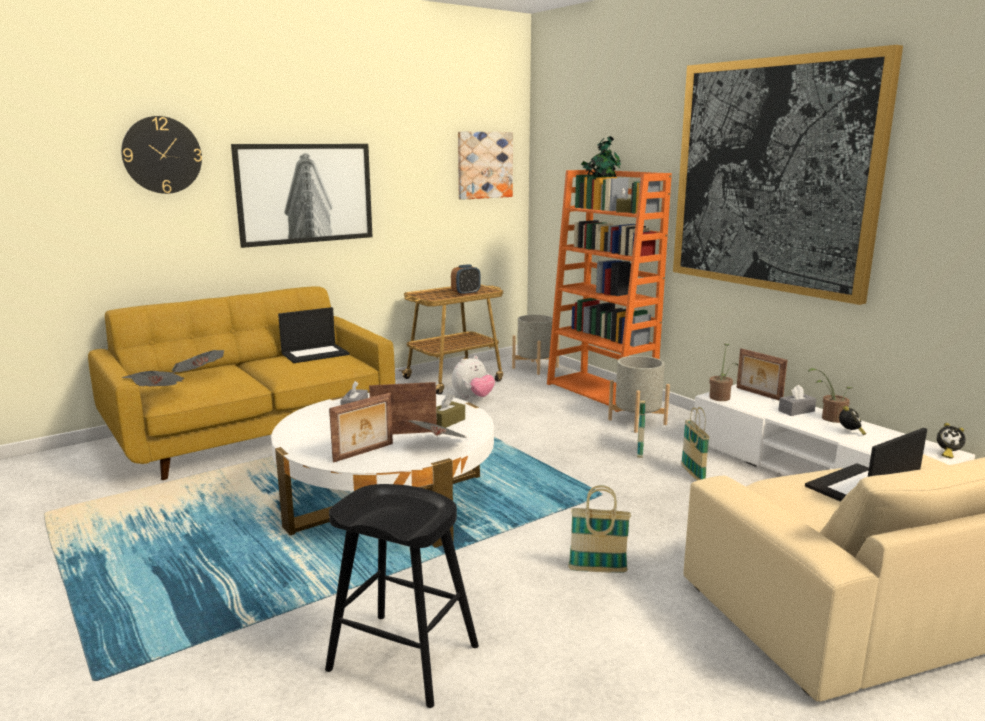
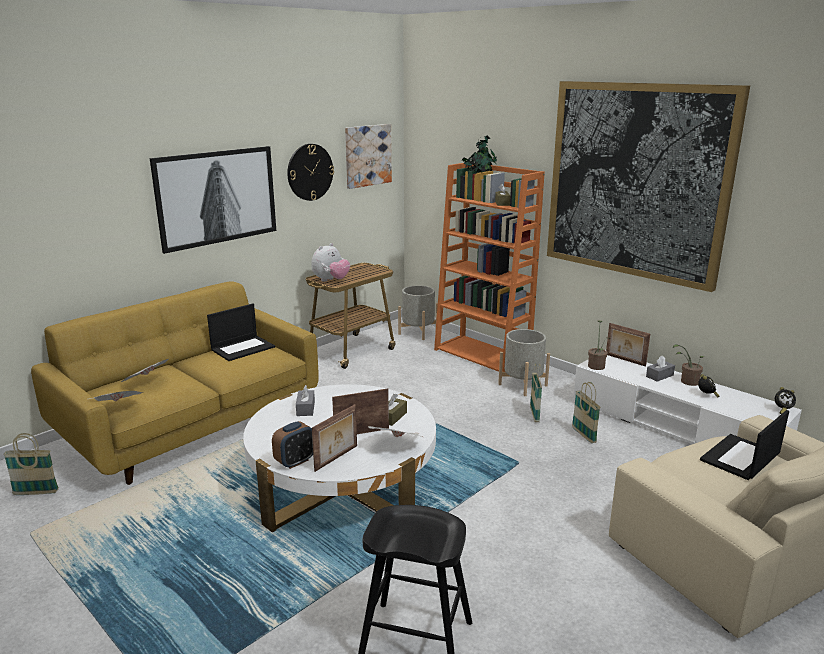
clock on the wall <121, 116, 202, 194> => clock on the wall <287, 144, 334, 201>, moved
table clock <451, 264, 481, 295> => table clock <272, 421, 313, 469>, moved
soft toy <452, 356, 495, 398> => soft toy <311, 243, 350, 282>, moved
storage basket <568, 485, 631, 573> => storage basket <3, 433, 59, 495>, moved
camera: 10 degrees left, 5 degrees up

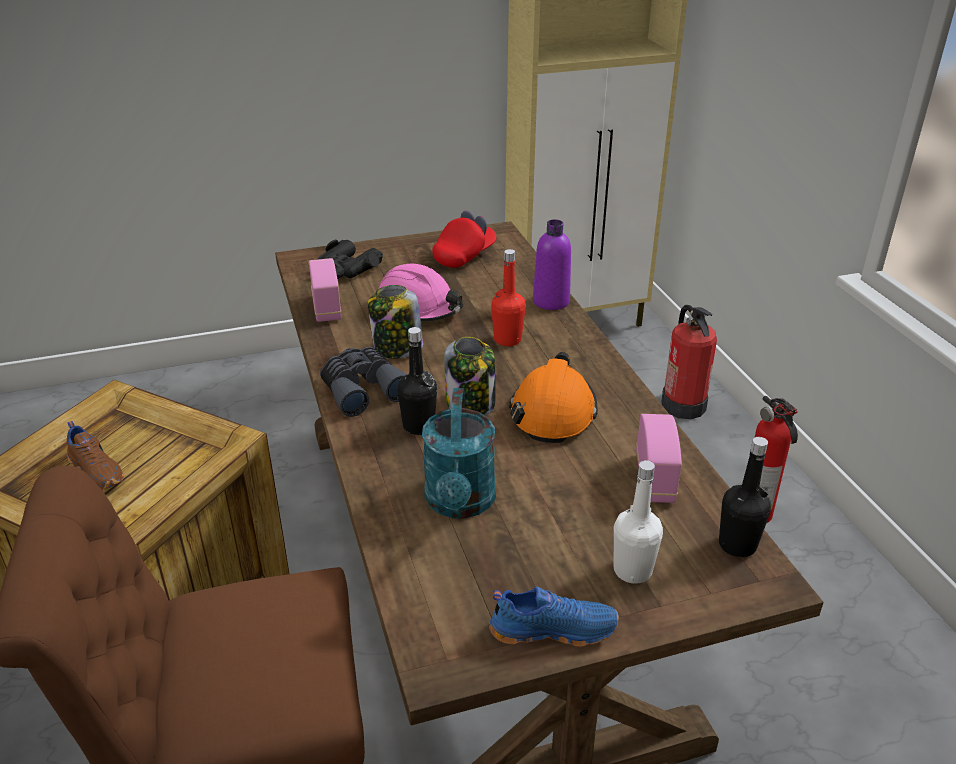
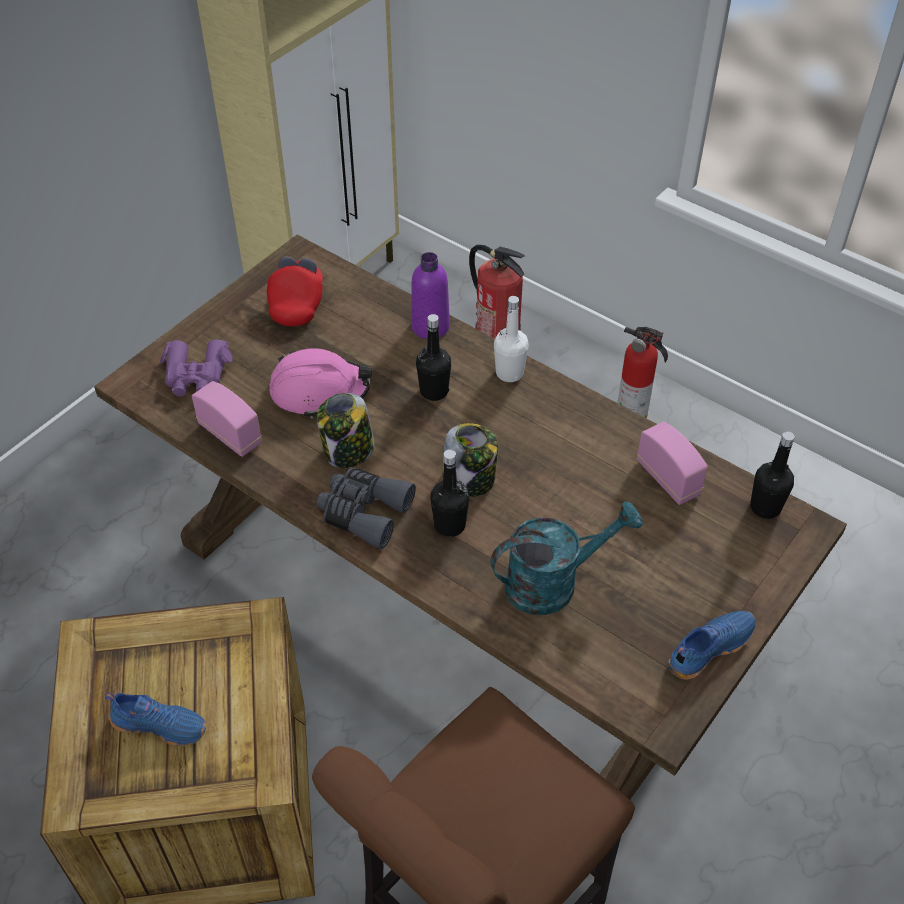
work helmet/orange-coloured <509, 352, 598, 443> => nothing
beverage bottle/white <614, 460, 663, 584> => beverage bottle/white <494, 296, 529, 382>, moved
item of footwear/brownish <67, 421, 124, 491> => item of footwear/bluish <105, 693, 206, 746>
pair of binoculars/black-coloured <317, 240, 383, 279> => pair of binoculars/purple <160, 340, 233, 396>
beverage bottle/red <491, 249, 526, 346> => beverage bottle/black-coloured <416, 314, 451, 401>
watering pot/blue-green <422, 388, 496, 519> => watering pot/blue-green <490, 501, 643, 615>, 75 degrees counterclockwise
camera: 35 degrees left, 15 degrees up

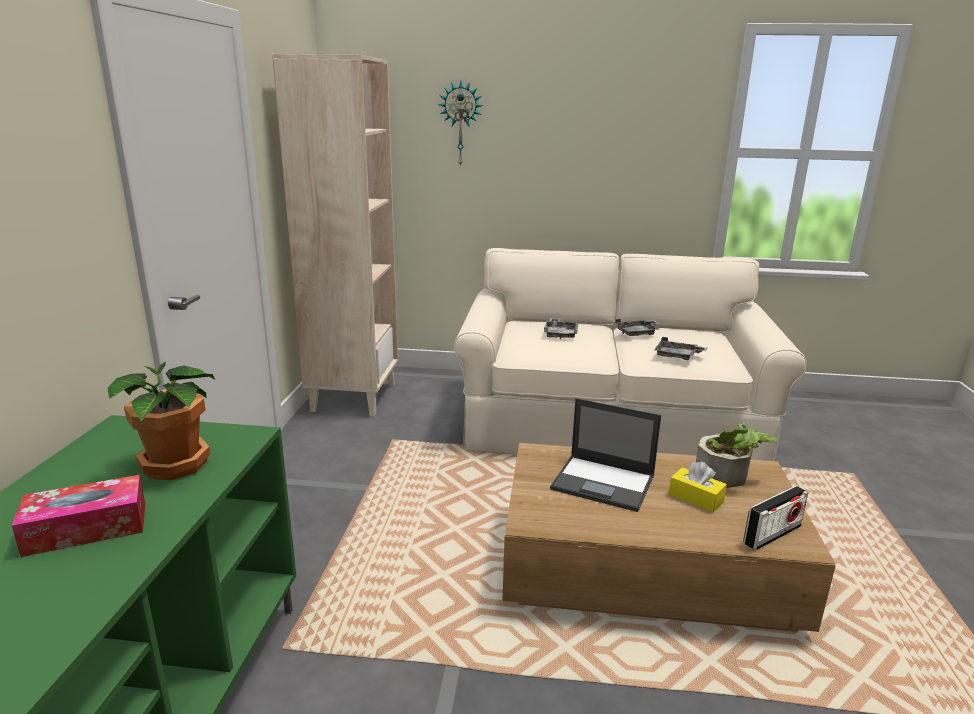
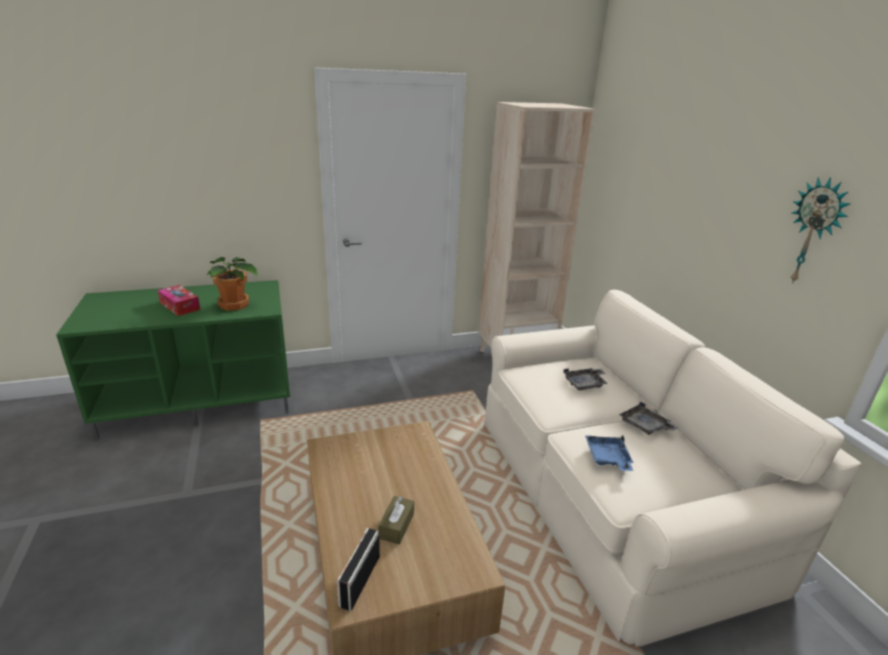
portable computer <550, 398, 661, 512> => nothing
houseplant <696, 422, 778, 488> => nothing
clock on the wall <438, 81, 484, 167> => clock on the wall <790, 177, 851, 284>, moved
carrying tray/gray <654, 337, 708, 360> => carrying tray/bluish <585, 435, 634, 471>
box of tissues/yellowish <669, 462, 727, 512> => box of tissues/brownish <378, 496, 414, 544>
radio set <743, 486, 808, 550> => radio set <337, 528, 380, 611>, 75 degrees clockwise
camera: 65 degrees right, 5 degrees up

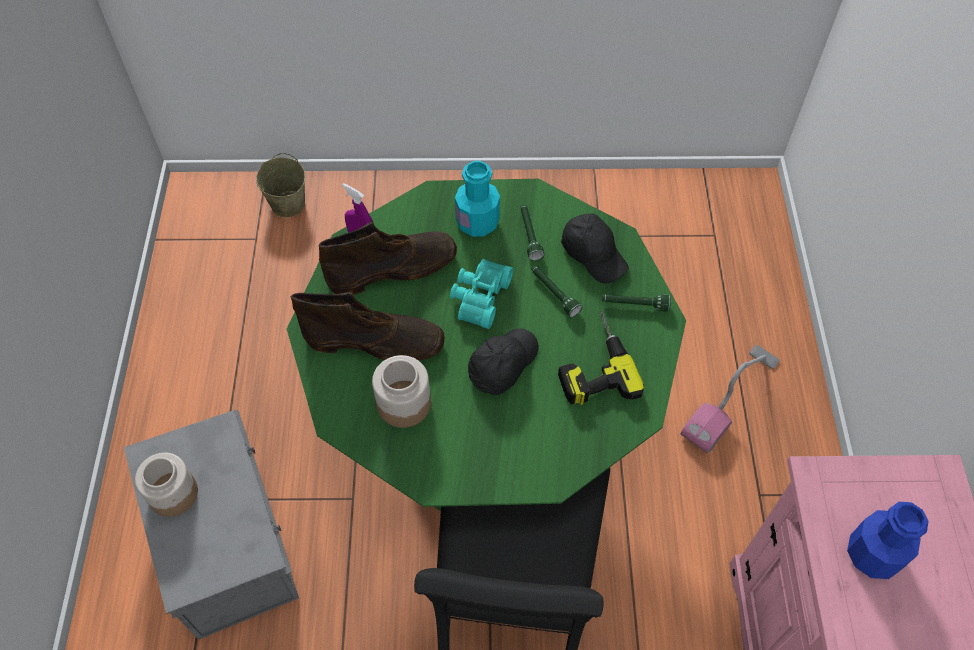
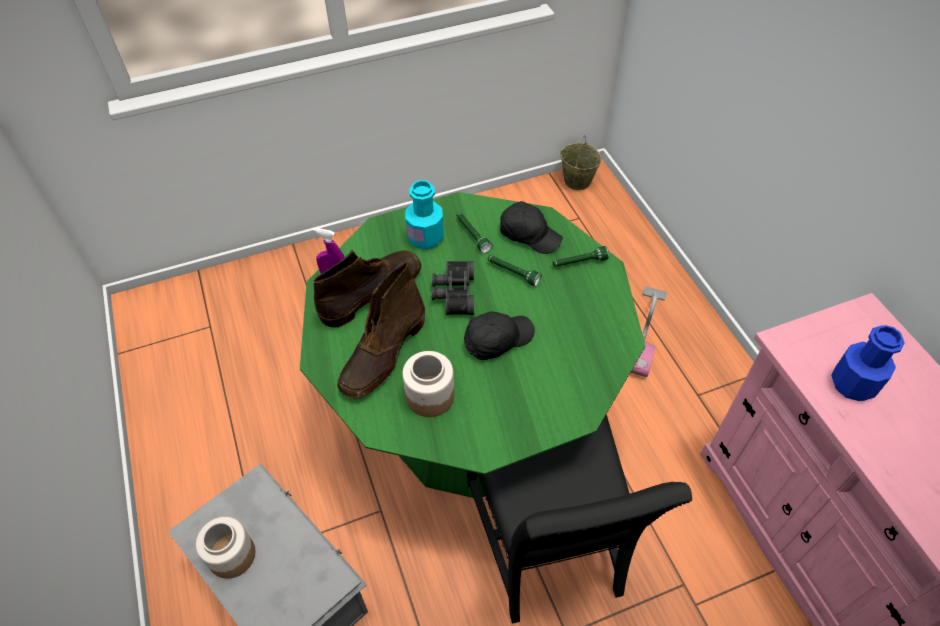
power drill <558, 310, 644, 405> => nothing
water bucket/sand-coloured <256, 153, 306, 217> => water bucket/sand-coloured <560, 135, 601, 190>, moved
pair of binoculars/blue-green <450, 259, 513, 329> => pair of binoculars/black-coloured <432, 261, 474, 315>
high-top boot/brownish <290, 291, 445, 361> => high-top boot/brownish <337, 261, 425, 399>, 135 degrees clockwise
peaked cap/black-coloured <468, 328, 539, 395> => peaked cap/black-coloured <464, 311, 535, 360>, 45 degrees clockwise
camera: 20 degrees left, 5 degrees down

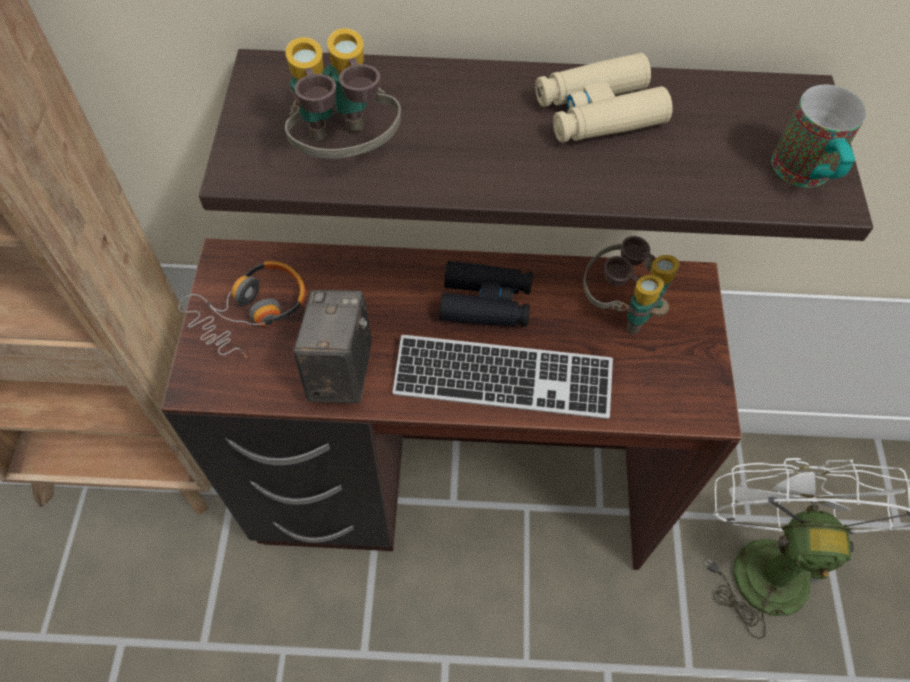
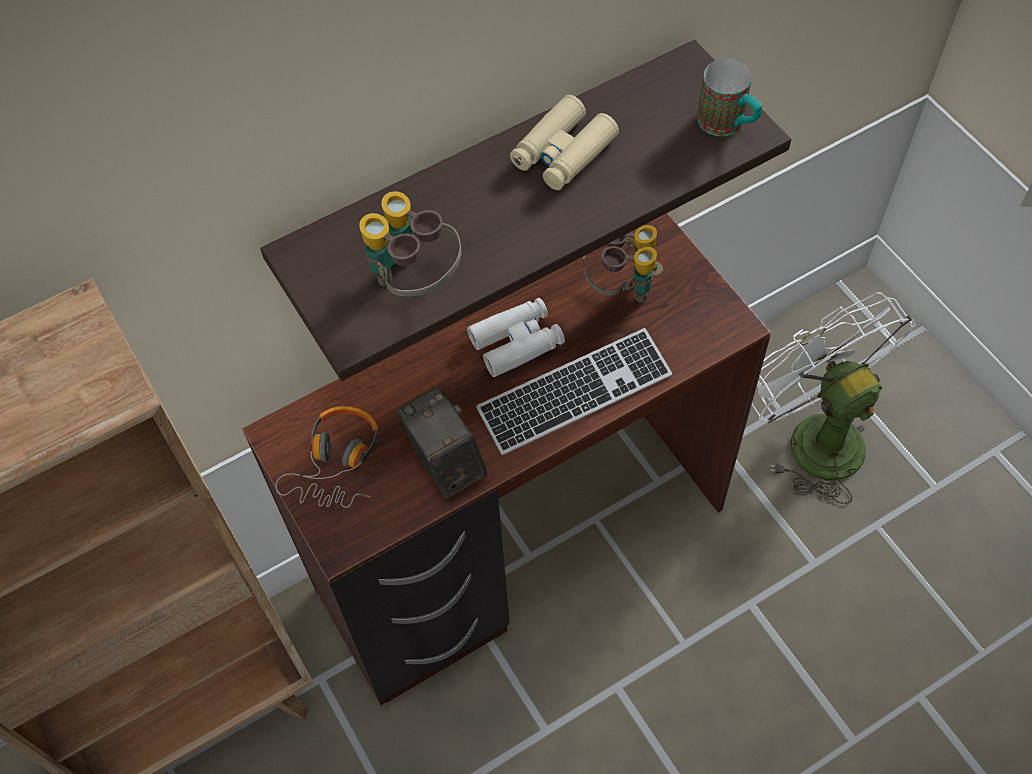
pair of binoculars/black-coloured <439, 261, 533, 327> => pair of binoculars/white <467, 298, 565, 377>
camera: 30 degrees left, 0 degrees up

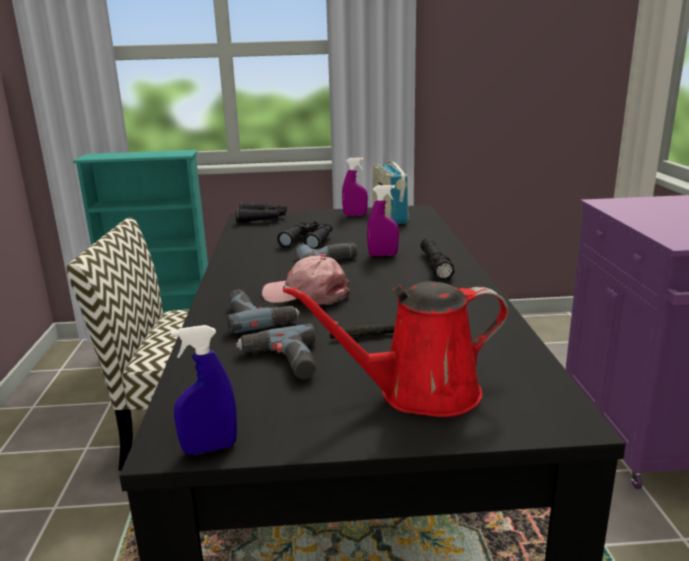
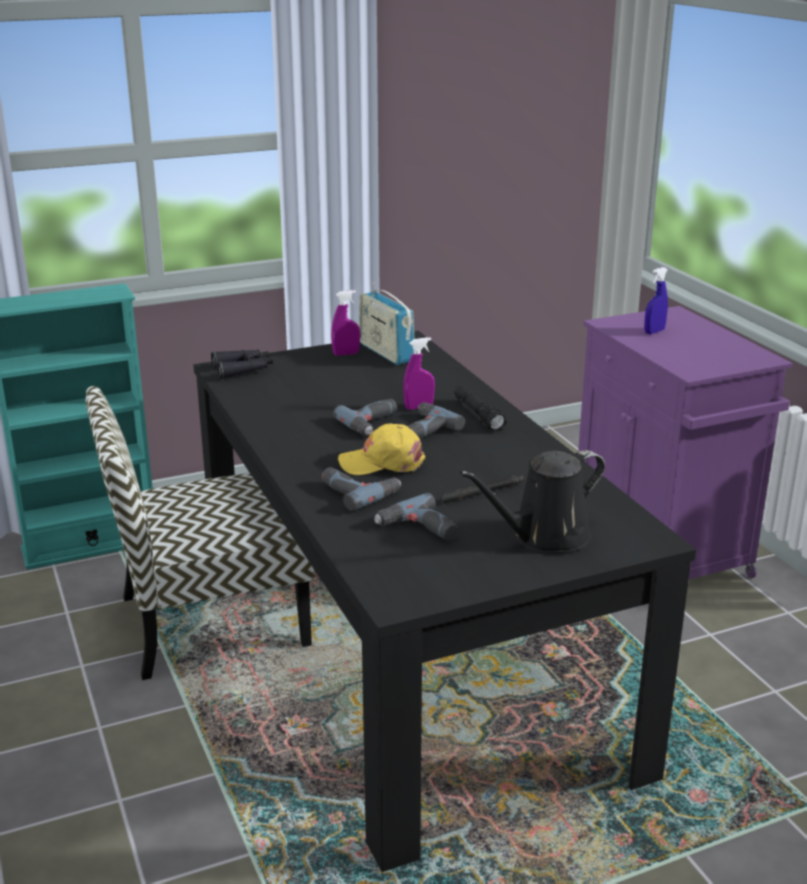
pair of binoculars/black-coloured <277, 221, 332, 249> => nothing
nothing => power drill <407, 402, 465, 438>
spray bottle/bluish <171, 325, 237, 455> => spray bottle/bluish <644, 267, 668, 334>, moved
peaked cap/pinkish <262, 256, 350, 305> => peaked cap/yellowish <338, 424, 425, 475>
watering pot/red <283, 281, 508, 417> => watering pot/black-coloured <460, 450, 605, 553>
camera: 20 degrees left, 5 degrees up

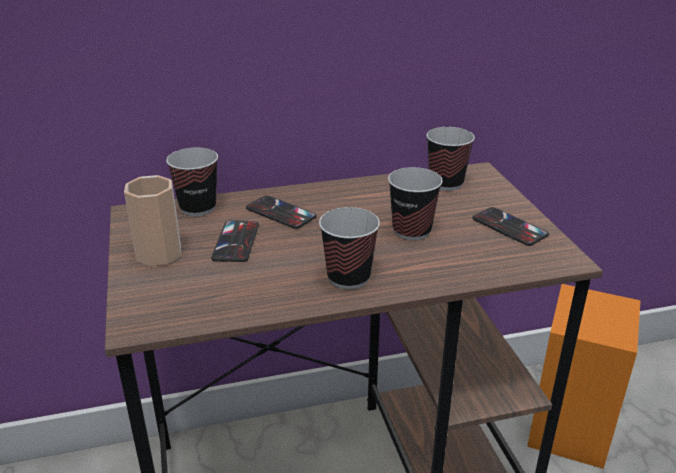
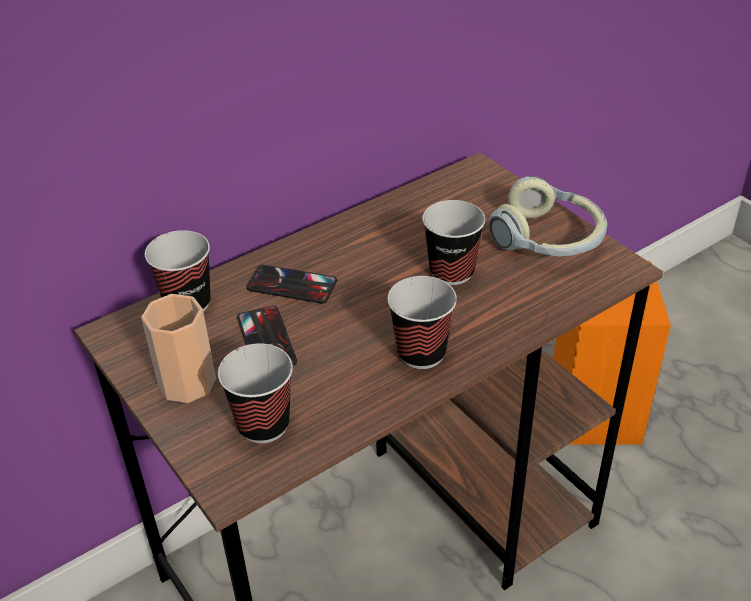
drinking cup <426, 127, 475, 191> => drinking cup <218, 343, 293, 443>, moved
phone <472, 207, 549, 246> => pair of headphones <489, 176, 607, 256>
camera: 20 degrees left, 10 degrees up

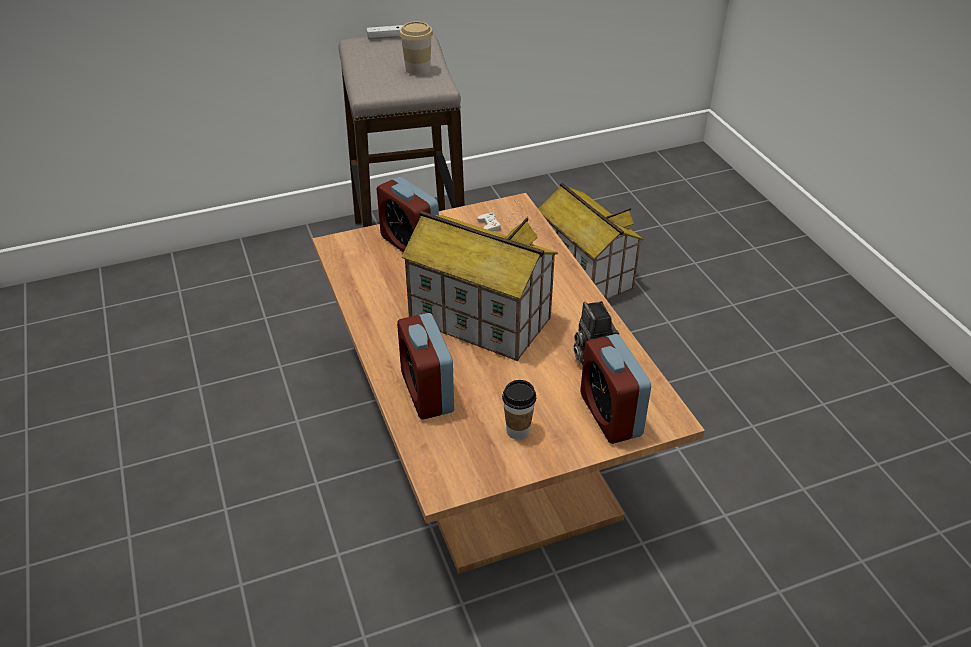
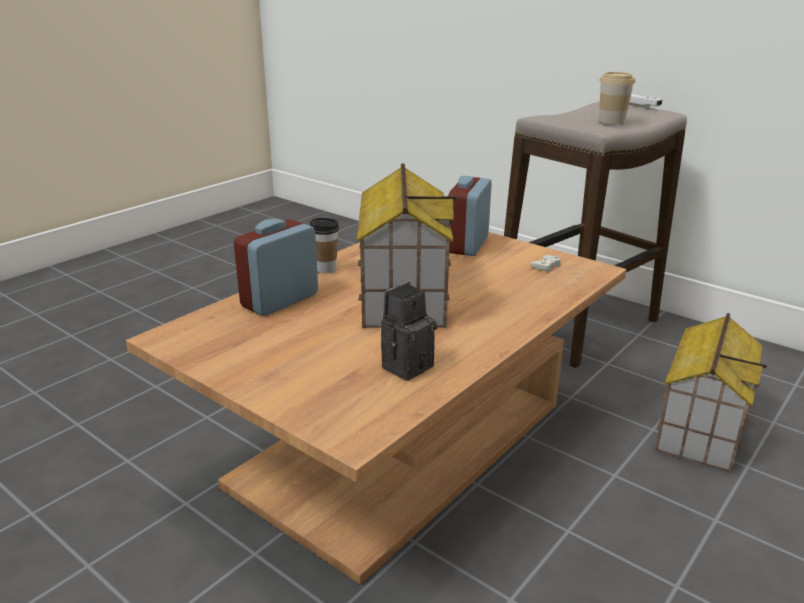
table clock <581, 334, 651, 444> => nothing
drinking cup <502, 380, 536, 440> => drinking cup <310, 218, 339, 273>, moved
camera: 60 degrees right, 15 degrees down

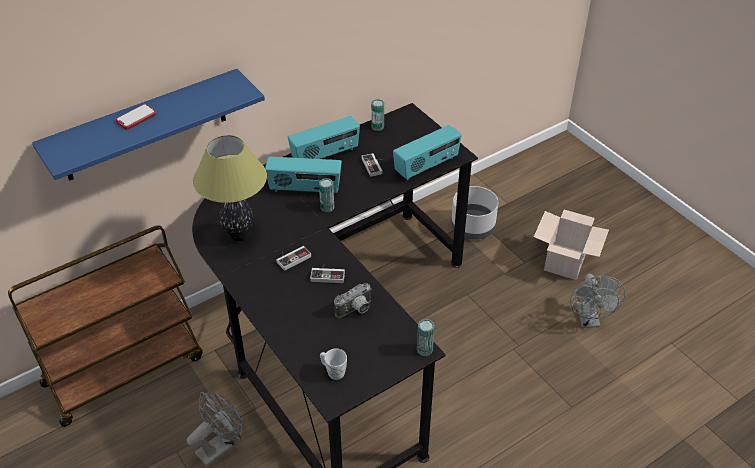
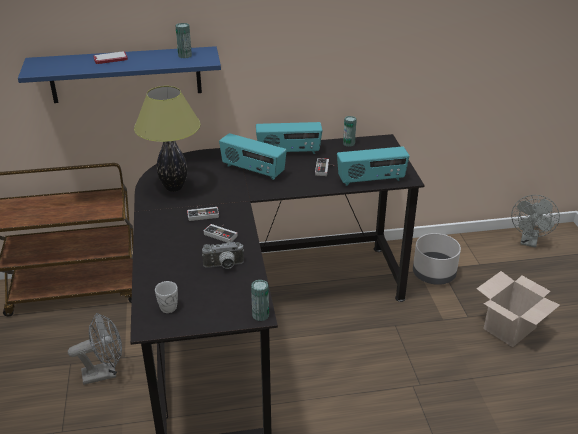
metal can <319, 178, 334, 212> => metal can <175, 23, 192, 58>, moved
cooling fan/gray <570, 273, 625, 328> => cooling fan/gray <511, 195, 560, 248>, moved
camera: 25 degrees right, 10 degrees down

